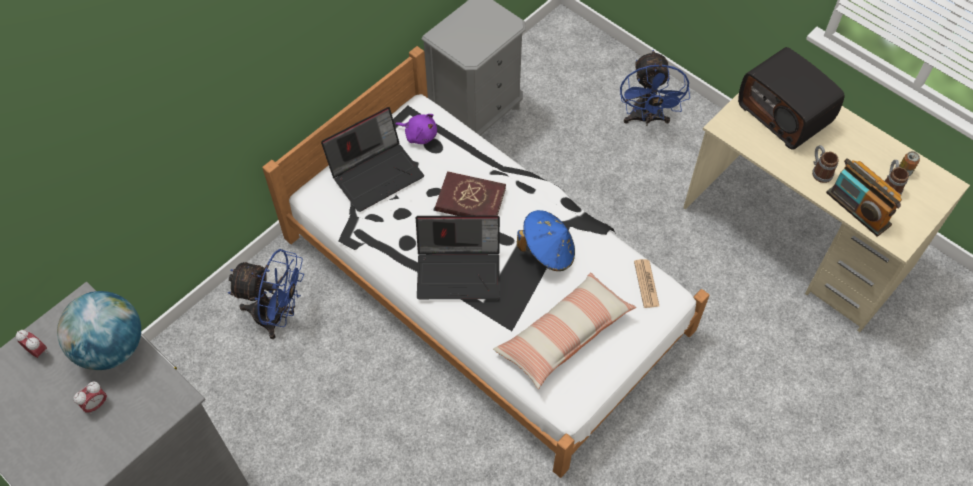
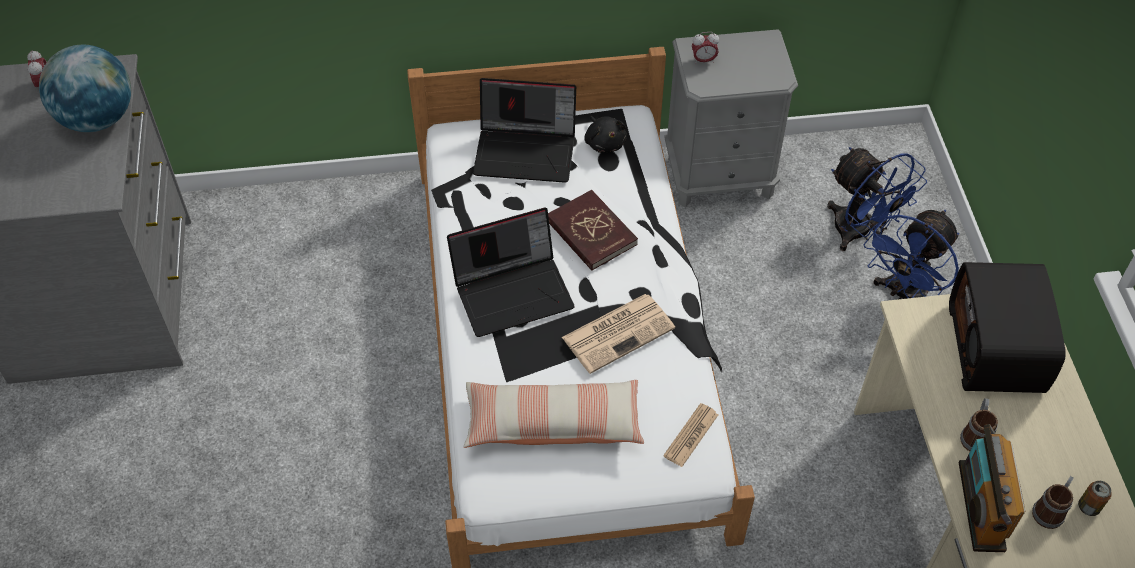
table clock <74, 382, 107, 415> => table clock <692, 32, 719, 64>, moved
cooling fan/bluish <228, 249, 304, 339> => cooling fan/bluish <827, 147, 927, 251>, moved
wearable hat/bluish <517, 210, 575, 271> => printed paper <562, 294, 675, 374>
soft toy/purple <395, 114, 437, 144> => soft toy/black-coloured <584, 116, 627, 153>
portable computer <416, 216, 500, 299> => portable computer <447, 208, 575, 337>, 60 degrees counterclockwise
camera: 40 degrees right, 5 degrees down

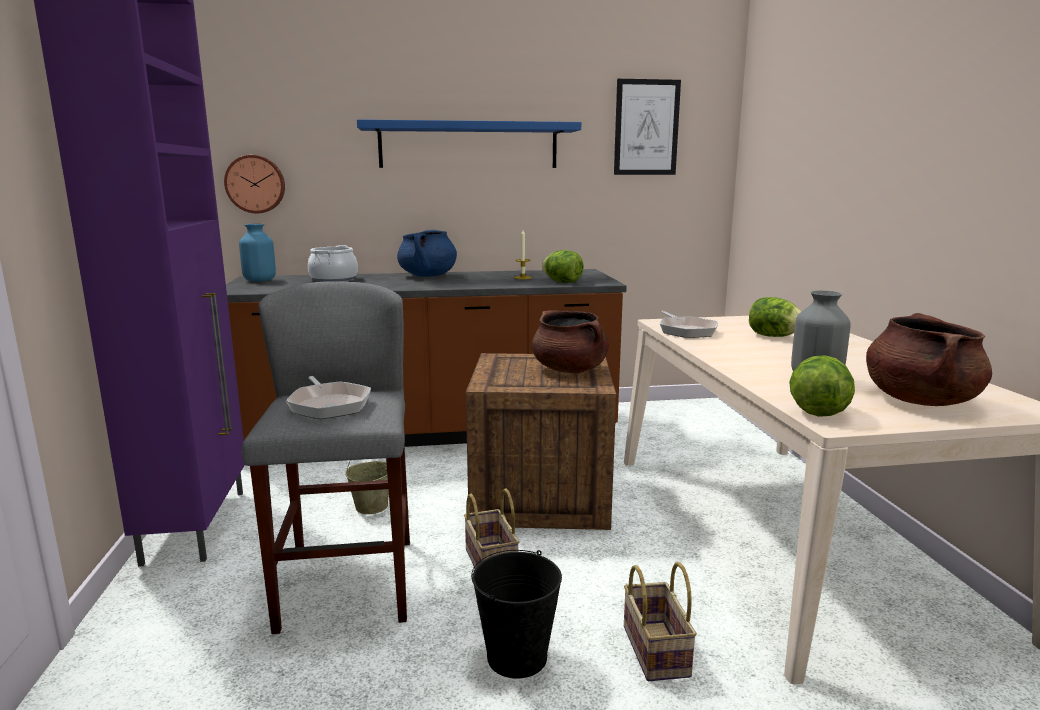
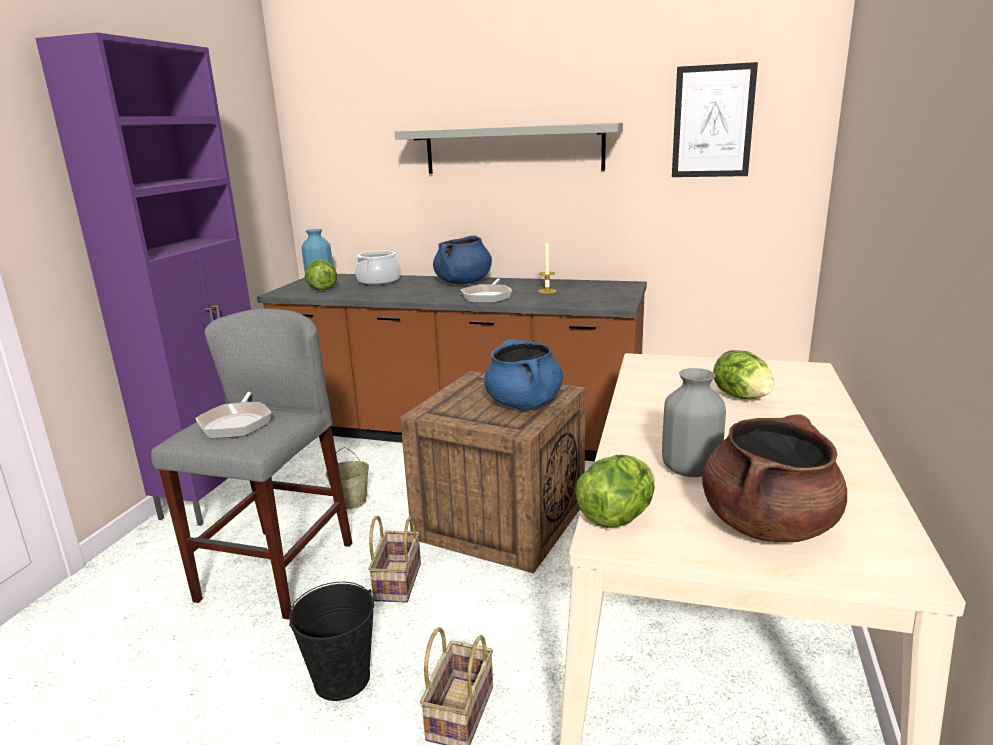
clock on the wall <224, 155, 285, 213> => nothing
lettuce head <542, 250, 584, 283> => lettuce head <305, 259, 337, 290>, moved
pan <660, 311, 718, 338> => pan <461, 278, 512, 303>, moved
shelf/bluish <357, 119, 581, 168> => shelf/gray <395, 123, 623, 174>
saucepot/brownish <532, 310, 609, 373> => saucepot/bluish <484, 339, 563, 409>
camera: 25 degrees right, 5 degrees up

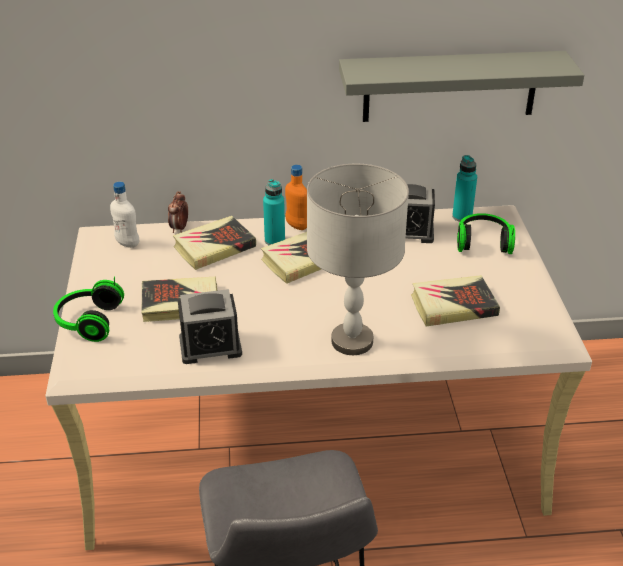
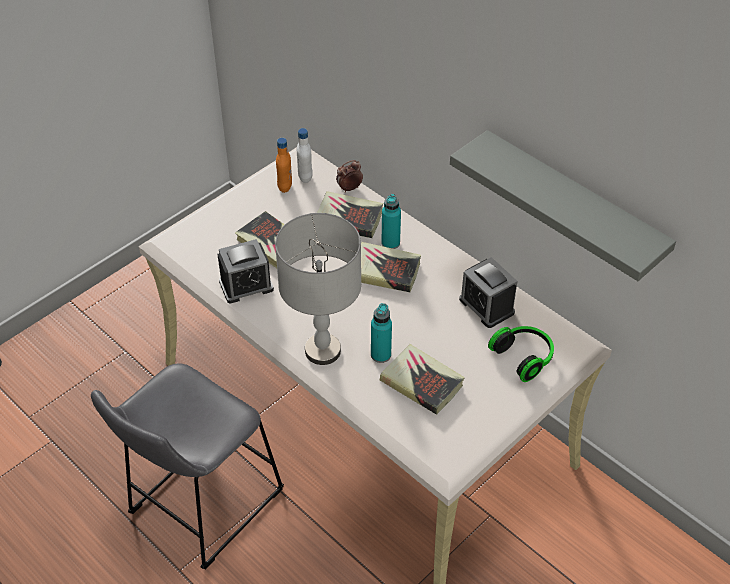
pair of headphones <53, 277, 124, 342> => nothing
beverage bottle/orange-coloured <285, 165, 307, 230> => beverage bottle/orange-coloured <276, 138, 292, 193>, moved
beverage bottle/blue-green <452, 155, 477, 222> => beverage bottle/blue-green <371, 303, 392, 363>, moved
table clock <178, 289, 242, 364> => table clock <217, 239, 274, 303>, 60 degrees counterclockwise
camera: 50 degrees right, 10 degrees up

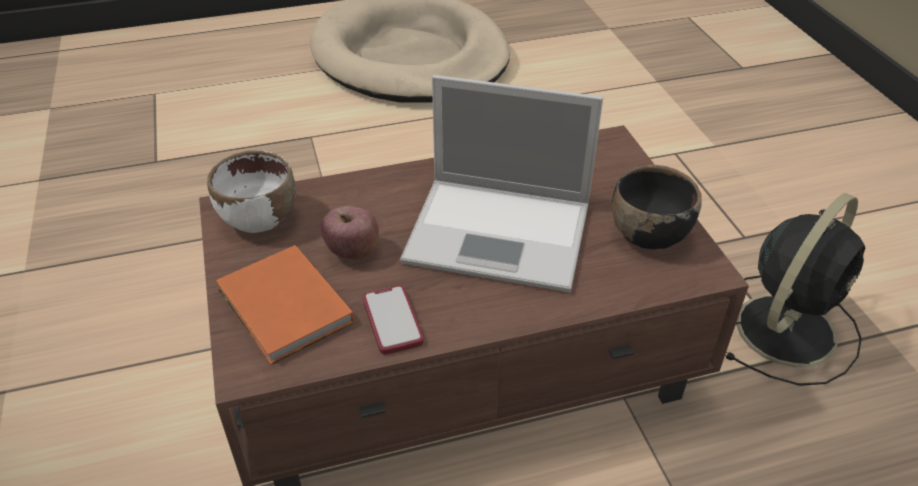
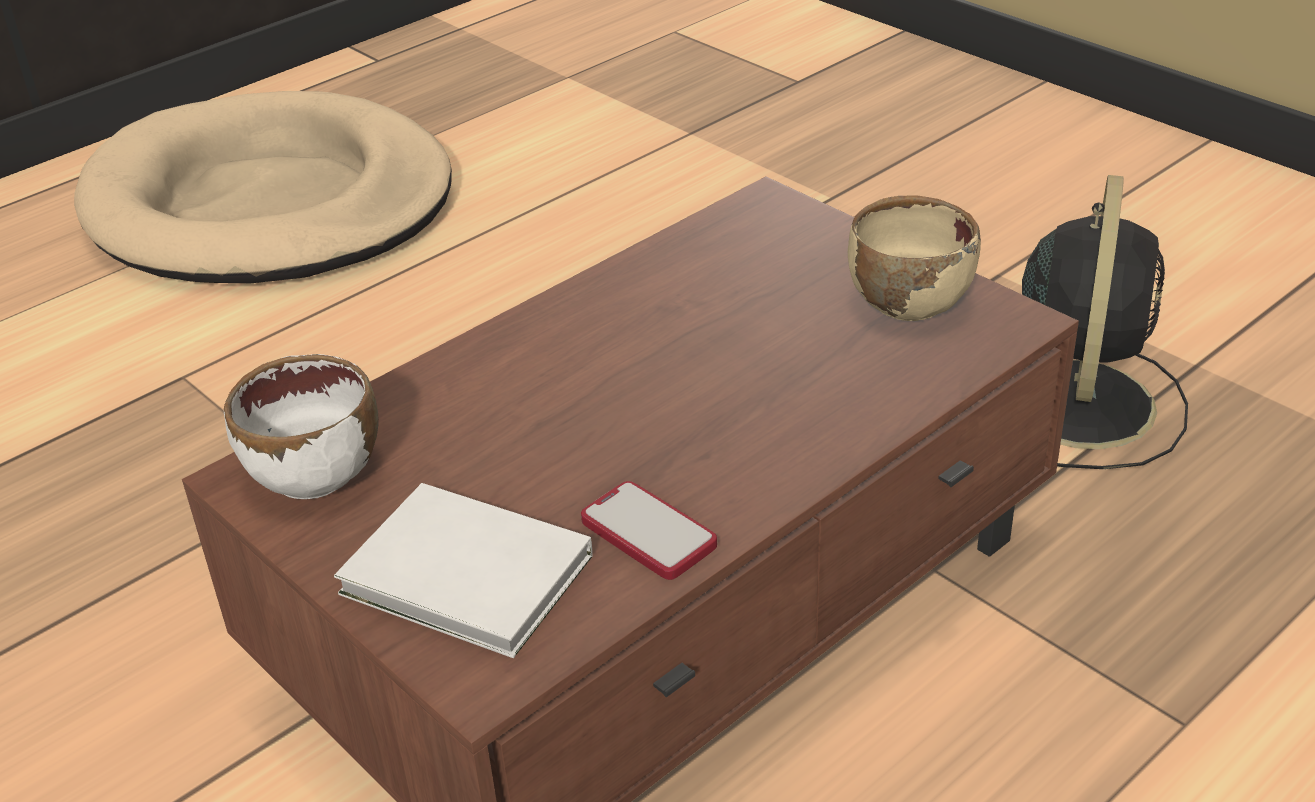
apple <321, 206, 379, 260> => nothing
portable computer <400, 75, 603, 292> => nothing
book/orange-coloured <215, 245, 354, 365> => book/white <334, 483, 593, 658>
deep dish/black-coloured <612, 165, 702, 249> => deep dish/sand-coloured <848, 195, 981, 321>
camera: 25 degrees left, 5 degrees down

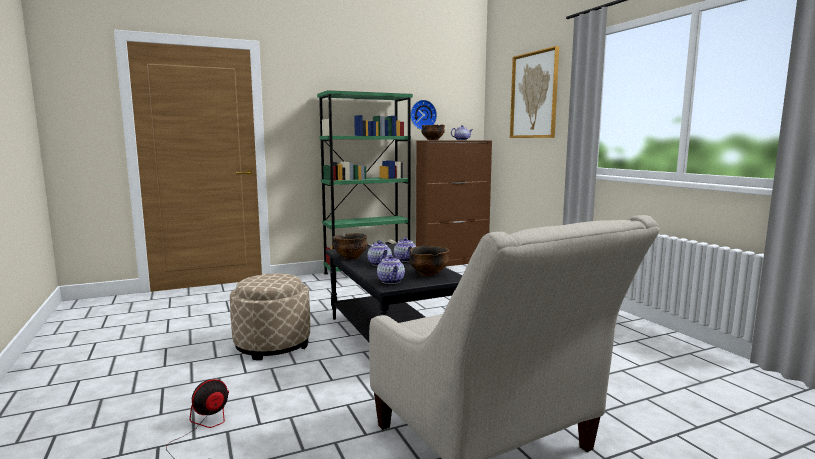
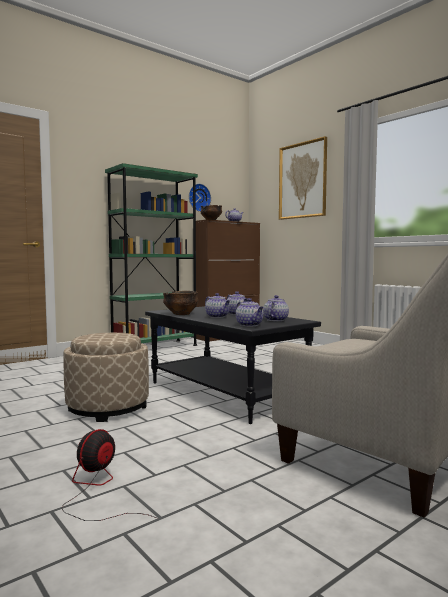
deep dish <409, 246, 449, 276> => pot for tea <263, 295, 289, 321>
camera: 15 degrees left, 5 degrees down

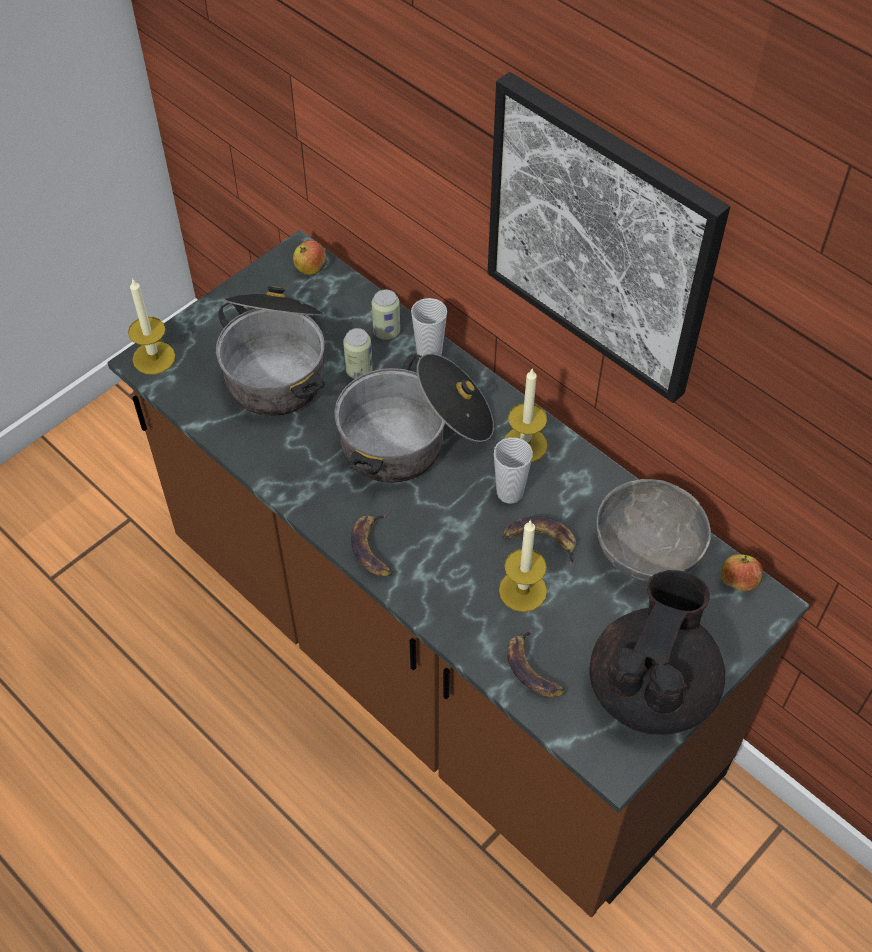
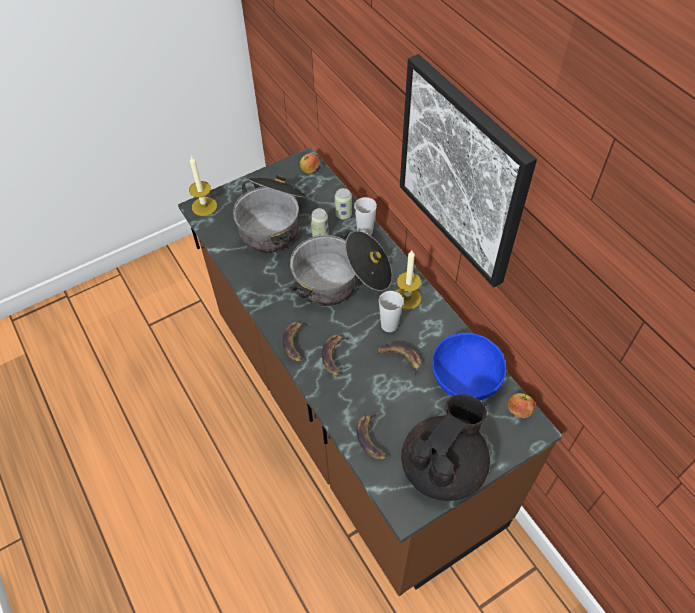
candle <499, 520, 547, 612> => nothing
nothing => whole banana <322, 335, 352, 376>
deep dish/gray <596, 479, 711, 582> => deep dish/bluish <432, 333, 506, 400>
camera: 15 degrees right, 0 degrees up

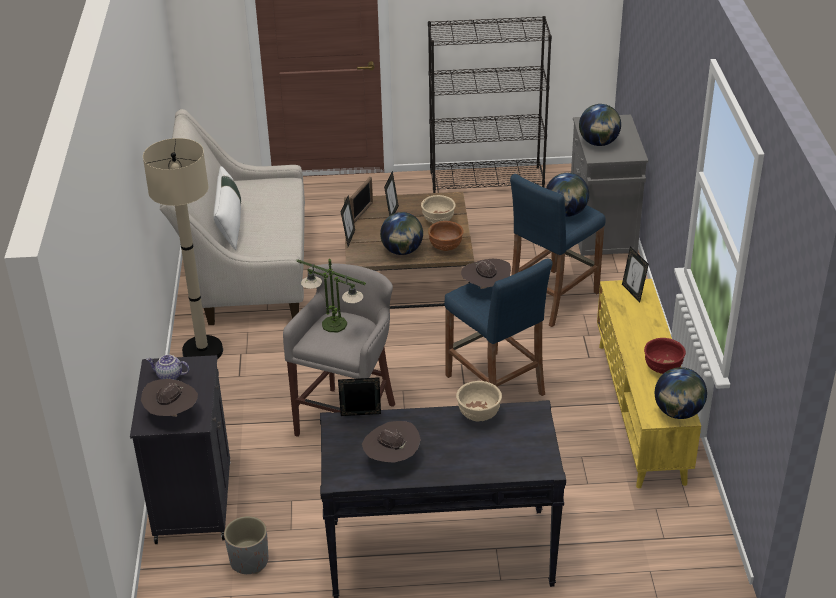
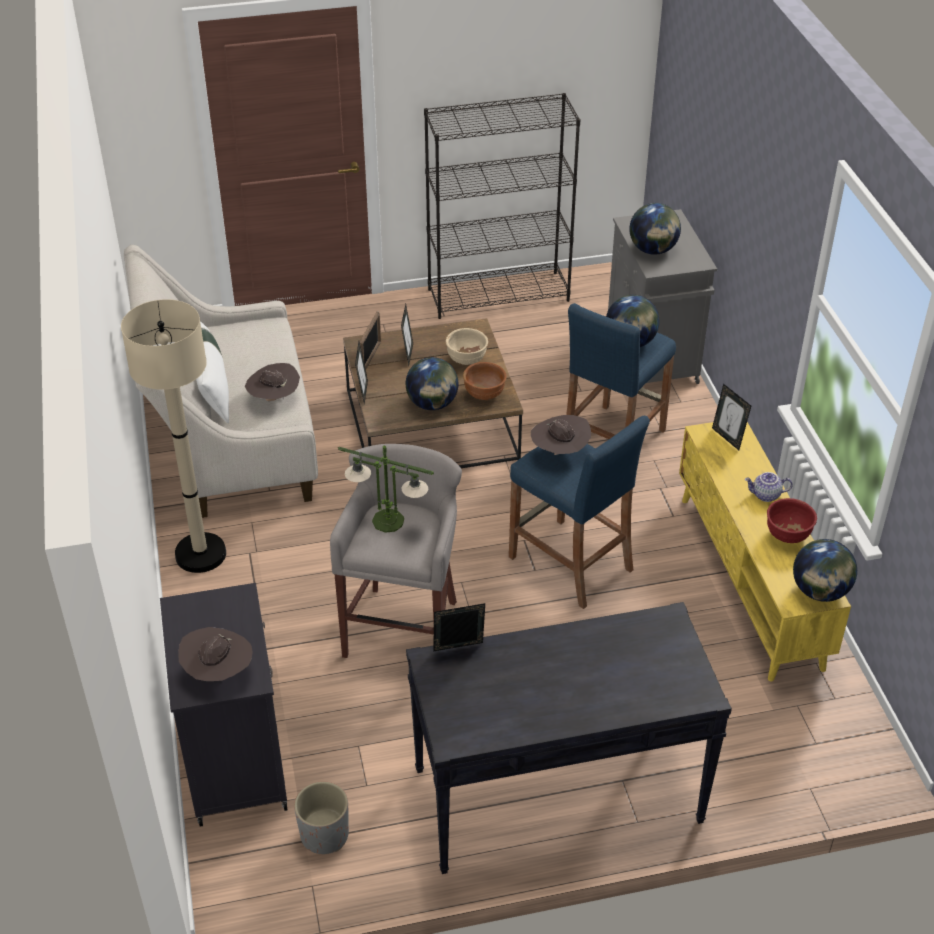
deep dish/sand-coloured <456, 381, 502, 422> => nothing
pot for tea <146, 355, 189, 380> => pot for tea <745, 472, 793, 502>, moved
wearable hat/brownish <362, 421, 421, 463> => wearable hat/brownish <245, 363, 300, 401>, moved
camera: 10 degrees left, 5 degrees up

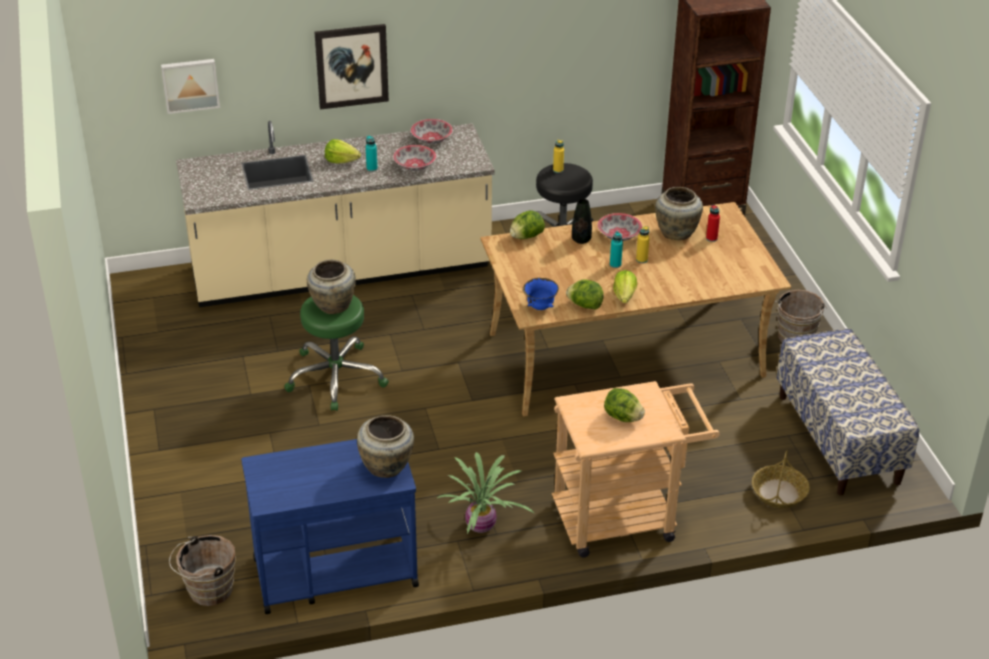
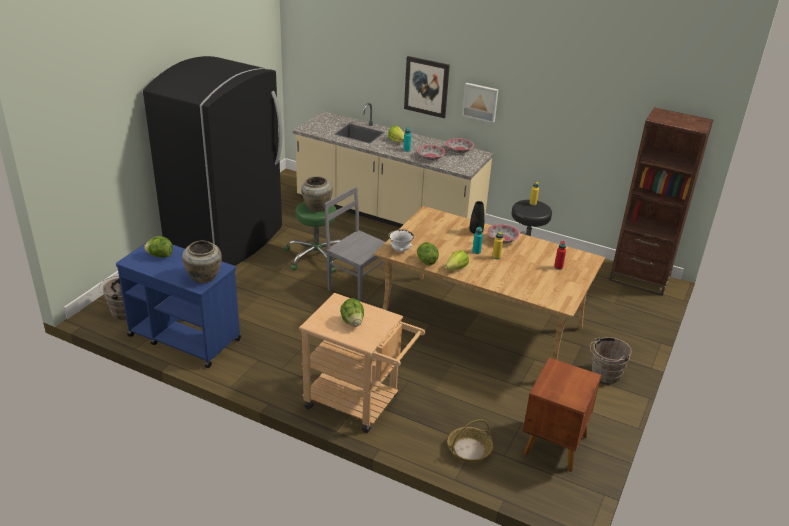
houseplant <437, 452, 534, 534> => nothing
decorative vase/sand-coloured <655, 187, 703, 240> => nothing
nothing => fridge/black-coloured <143, 56, 283, 266>
nothing => chair/gray <325, 186, 385, 302>
wall art <161, 59, 220, 114> => wall art <462, 83, 499, 123>, moved
lettuce head <510, 211, 545, 239> => lettuce head <144, 236, 173, 258>, moved
bench <776, 328, 919, 495> => nightstand/brownish <523, 358, 601, 472>
deep dish/bluish <523, 278, 559, 310> => deep dish/white <388, 230, 414, 252>
camera: 40 degrees right, 5 degrees down

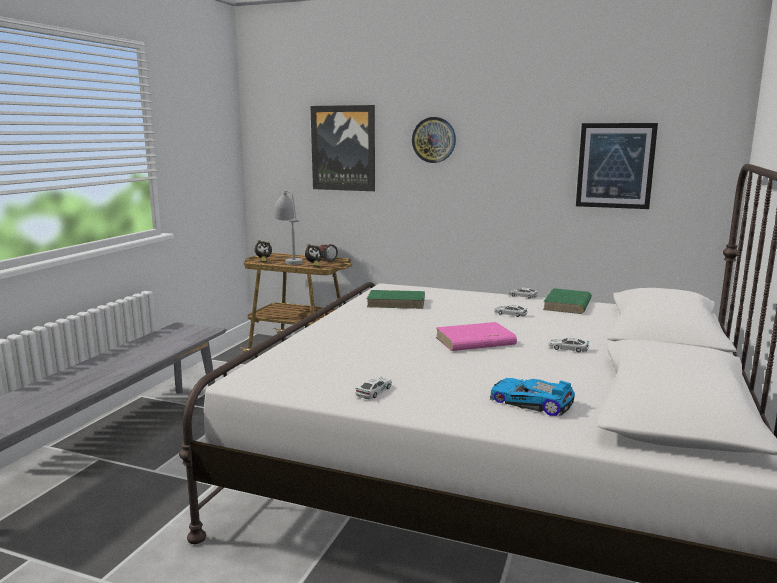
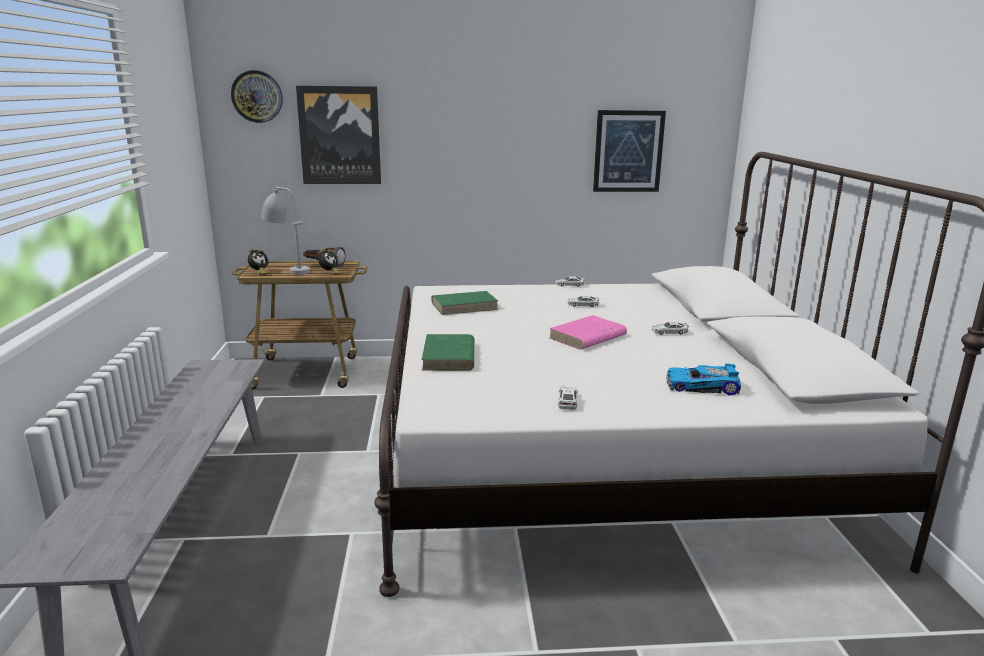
clock on the wall <412, 117, 456, 163> => clock on the wall <231, 70, 283, 123>, moved
book/green <543, 288, 592, 314> => book/green <422, 334, 474, 371>, moved
camera: 25 degrees left, 5 degrees up

